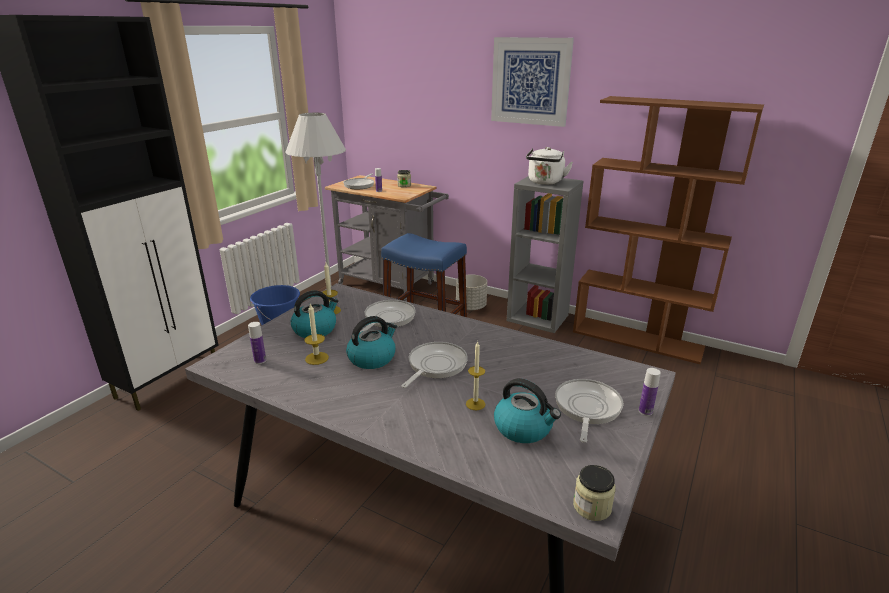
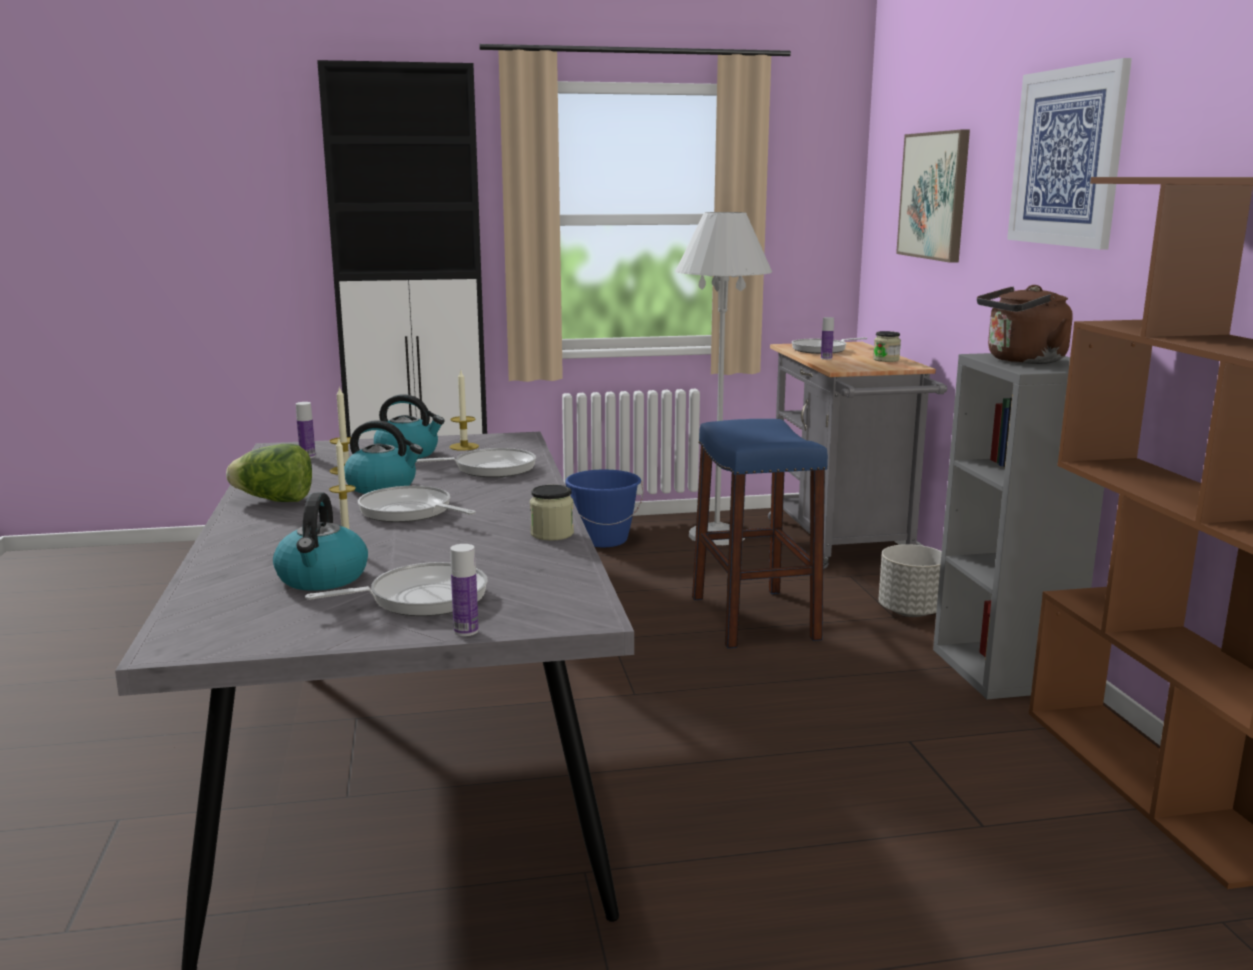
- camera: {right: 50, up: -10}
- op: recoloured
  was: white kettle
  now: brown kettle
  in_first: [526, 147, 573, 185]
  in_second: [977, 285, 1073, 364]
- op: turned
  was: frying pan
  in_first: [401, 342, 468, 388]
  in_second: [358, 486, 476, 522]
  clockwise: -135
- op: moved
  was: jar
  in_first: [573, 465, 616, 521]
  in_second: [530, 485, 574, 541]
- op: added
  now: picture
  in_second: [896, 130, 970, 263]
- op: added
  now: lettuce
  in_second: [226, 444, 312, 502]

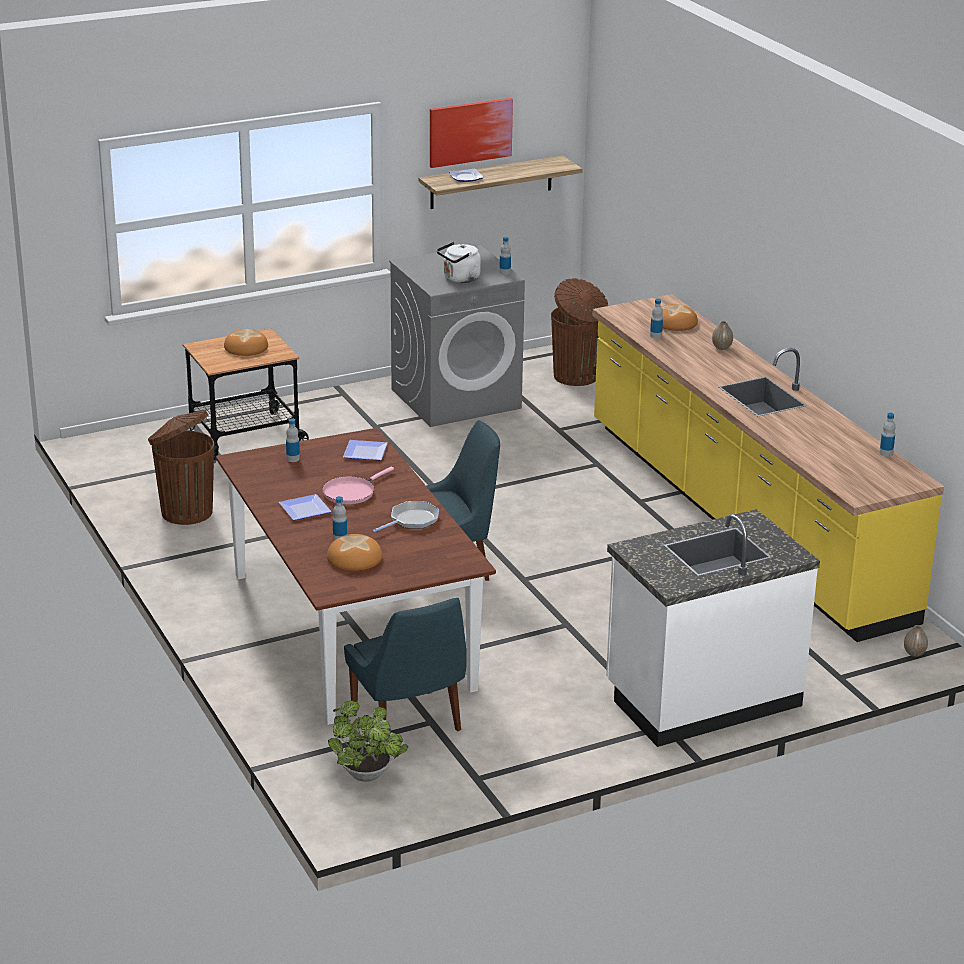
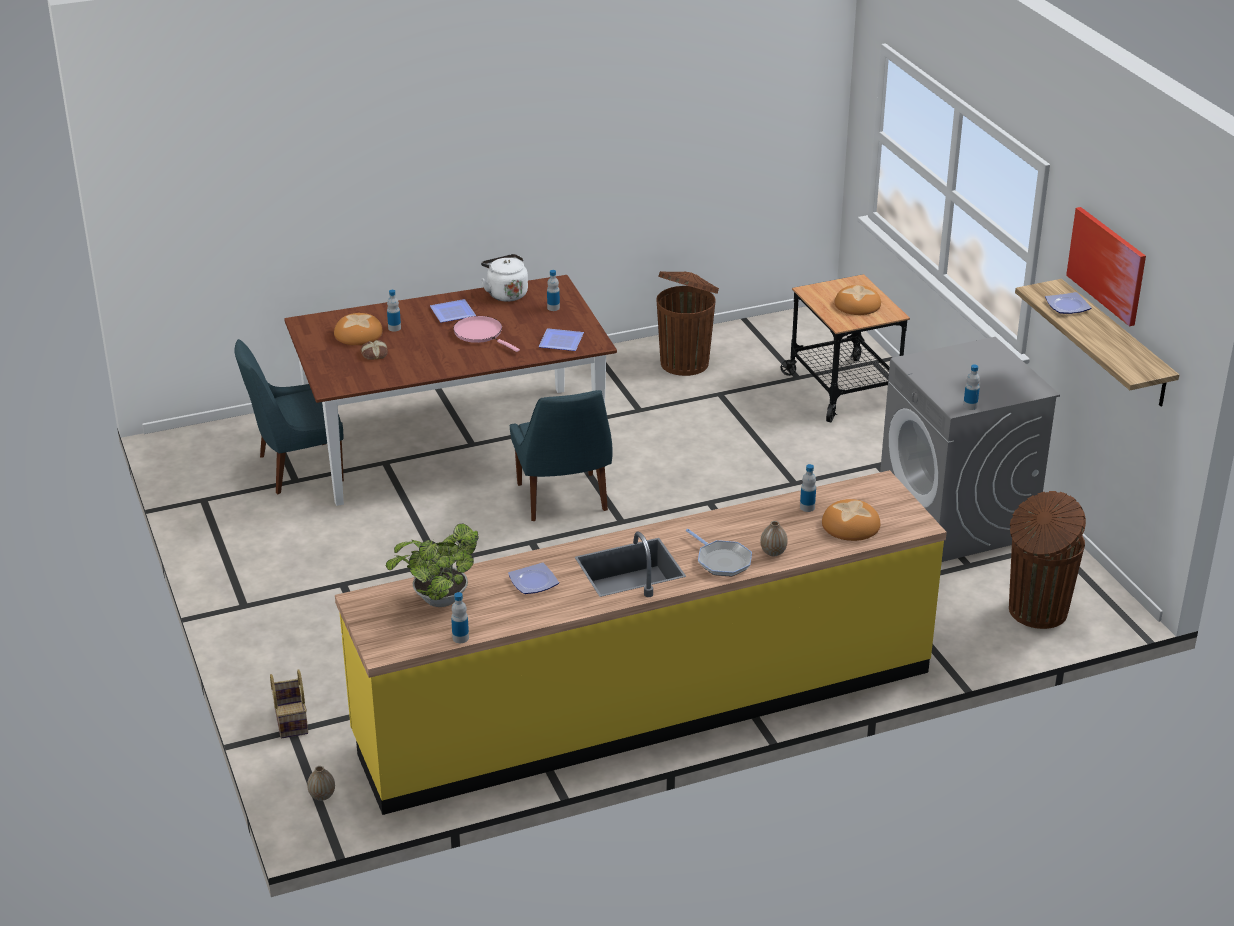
- camera: {right: 95, up: 5}
- op: moved
  was: white kettle
  in_first: [437, 242, 481, 283]
  in_second: [481, 254, 528, 302]
- op: moved
  was: frying pan
  in_first: [372, 501, 439, 532]
  in_second: [686, 529, 752, 576]
- op: removed
  was: white counter
  in_first: [606, 509, 820, 747]
- op: moved
  was: potted plant
  in_first: [328, 700, 408, 782]
  in_second: [386, 523, 479, 607]
- op: added
  now: bread
  in_second: [360, 340, 388, 360]
- op: added
  now: plate
  in_second: [508, 563, 559, 594]
- op: added
  now: basket
  in_second: [270, 669, 308, 739]

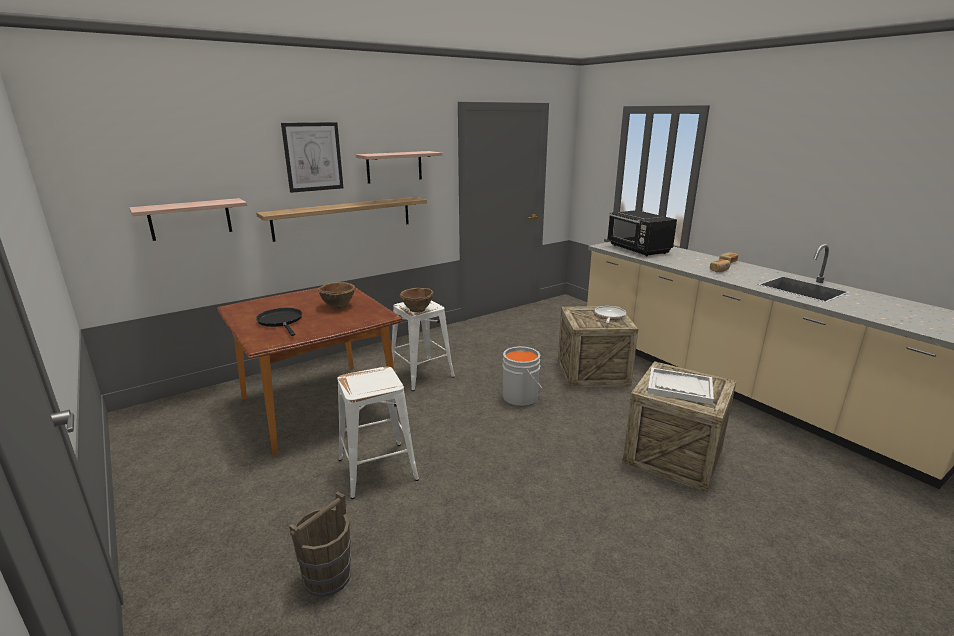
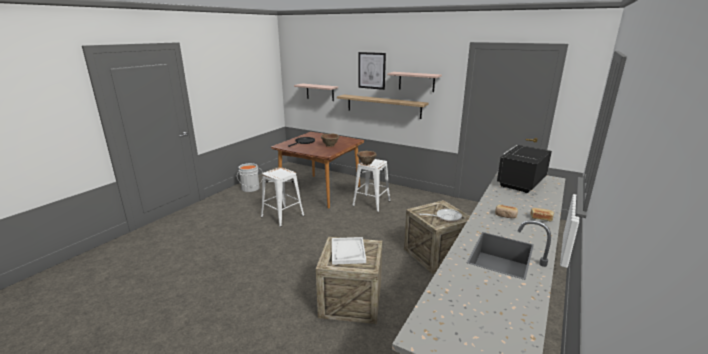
- camera: {right: 65, up: 0}
- op: moved
  was: grey bucket
  in_first: [502, 346, 542, 406]
  in_second: [237, 163, 263, 192]
- op: removed
  was: brown bucket
  in_first: [289, 492, 351, 597]

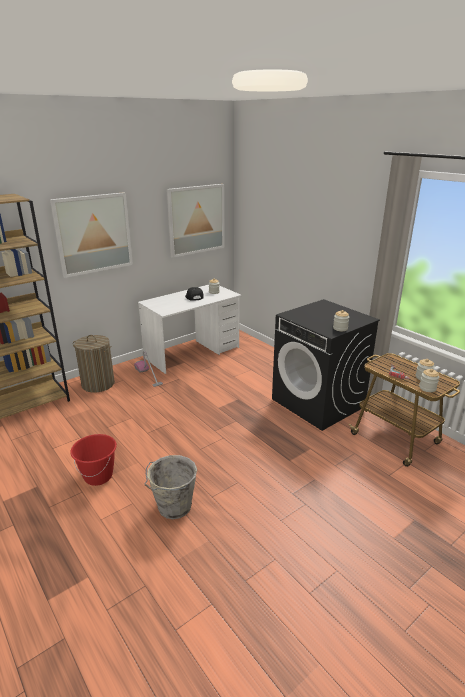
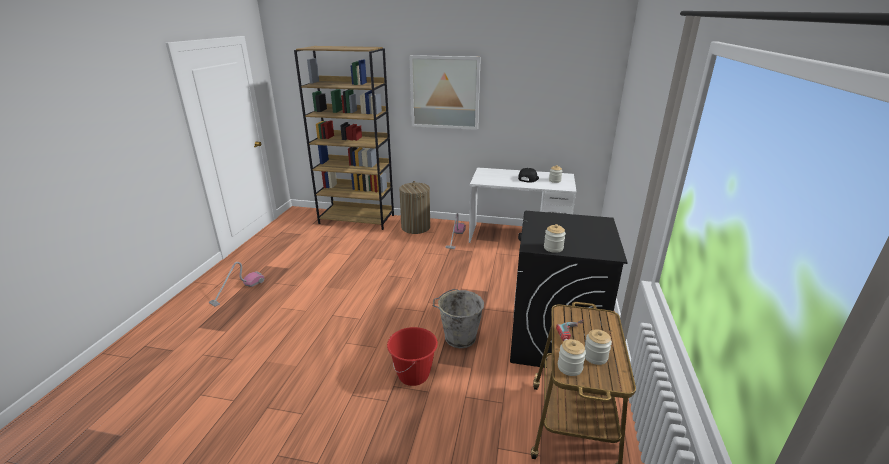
- camera: {right: 50, up: 0}
- op: removed
  was: picture
  in_first: [167, 184, 225, 258]
- op: moved
  was: red bucket
  in_first: [70, 434, 117, 486]
  in_second: [387, 327, 438, 386]
- op: moved
  was: grey bucket
  in_first: [145, 455, 197, 519]
  in_second: [433, 289, 484, 348]
- op: added
  now: vacuum cleaner
  in_second: [209, 262, 265, 307]

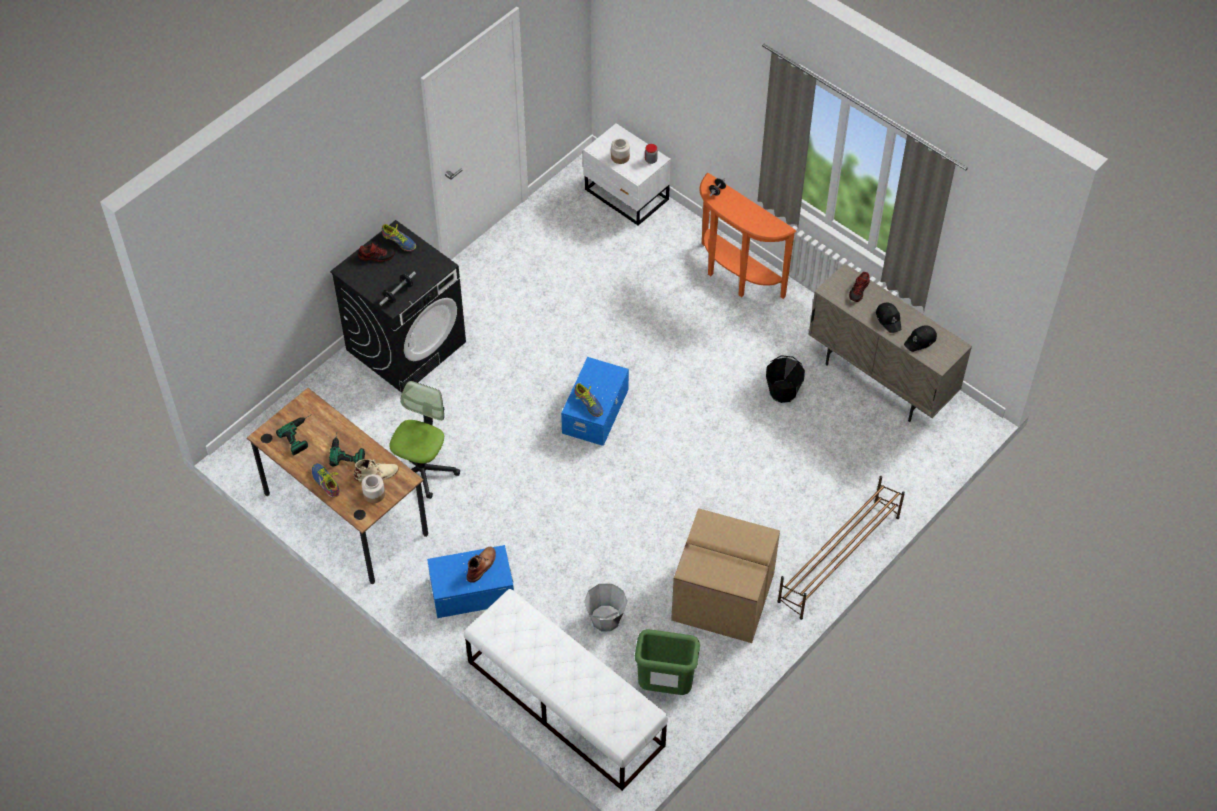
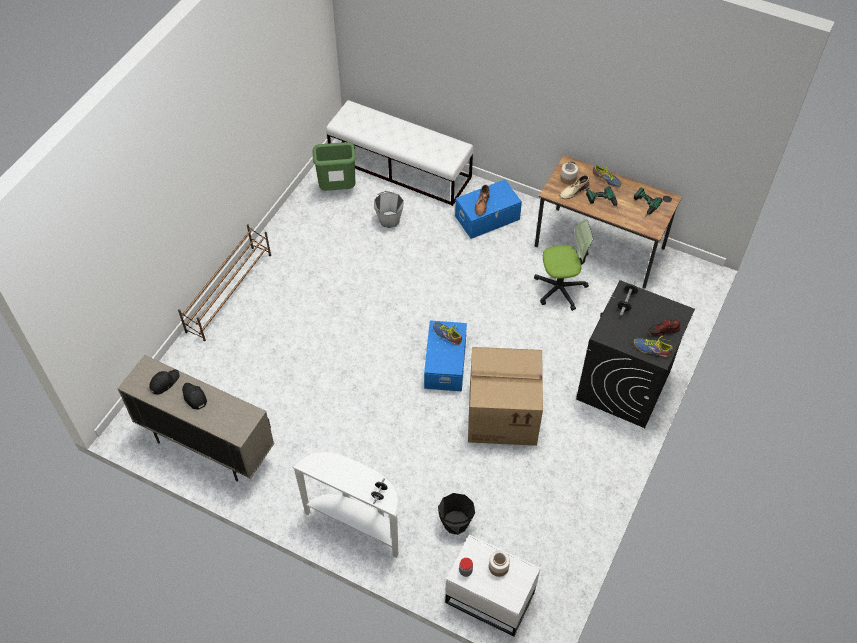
- camera: {right: 165, up: 0}
- op: recoloured
  was: orange console table
  now: white console table
  in_first: [700, 173, 796, 299]
  in_second: [292, 452, 399, 558]
- op: removed
  was: shoe
  in_first: [849, 272, 870, 302]
- op: moved
  was: black bucket
  in_first: [766, 355, 805, 403]
  in_second: [438, 493, 475, 535]
- op: turned
  was: office chair
  in_first: [389, 381, 460, 499]
  in_second: [534, 220, 593, 311]
  clockwise: -105
- op: moved
  was: cardboard box
  in_first: [671, 508, 780, 643]
  in_second: [468, 347, 543, 446]

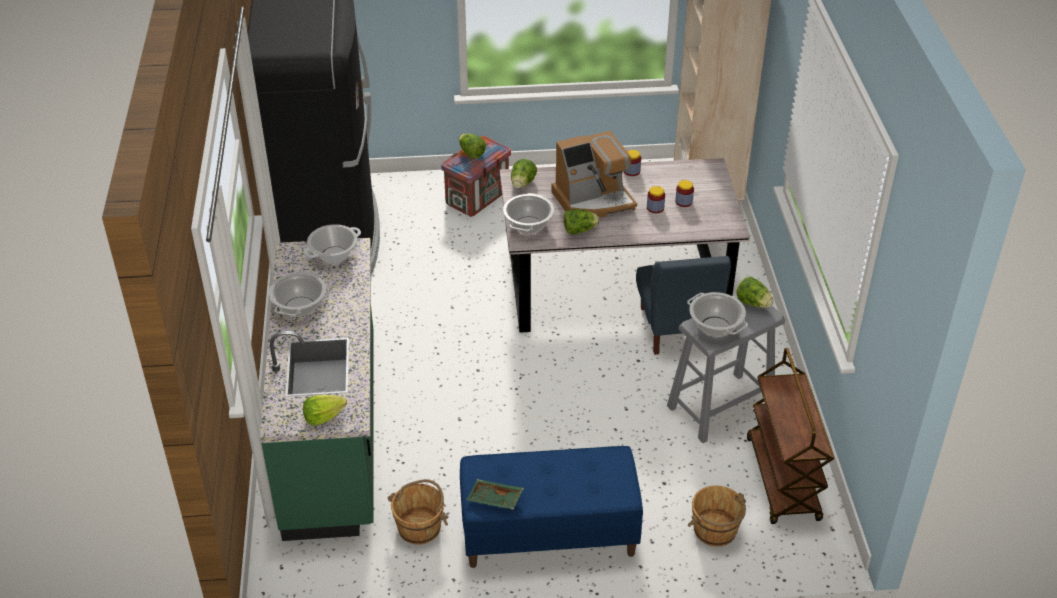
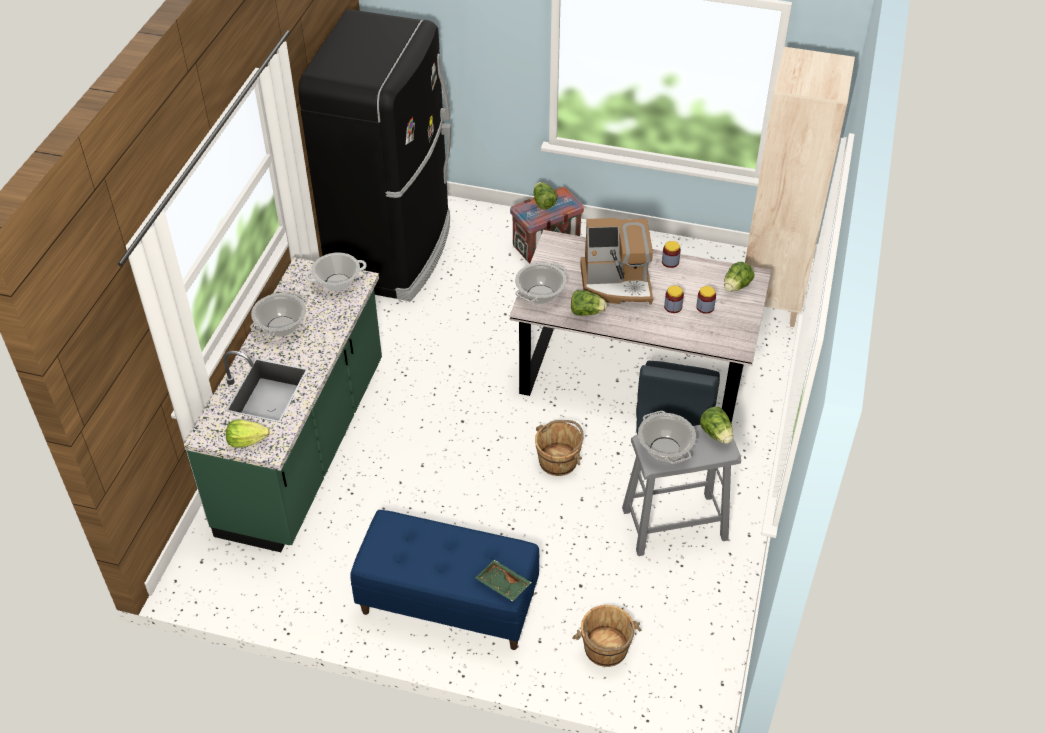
- camera: {right: 20, up: 5}
- op: moved
  was: lettuce
  in_first: [511, 159, 537, 189]
  in_second: [724, 262, 754, 292]
- op: removed
  was: brown cart
  in_first: [747, 348, 834, 524]
- op: moved
  was: brown bucket
  in_first: [388, 479, 448, 545]
  in_second: [535, 420, 584, 476]
- op: moved
  was: green tray
  in_first: [466, 479, 524, 510]
  in_second: [475, 560, 532, 602]

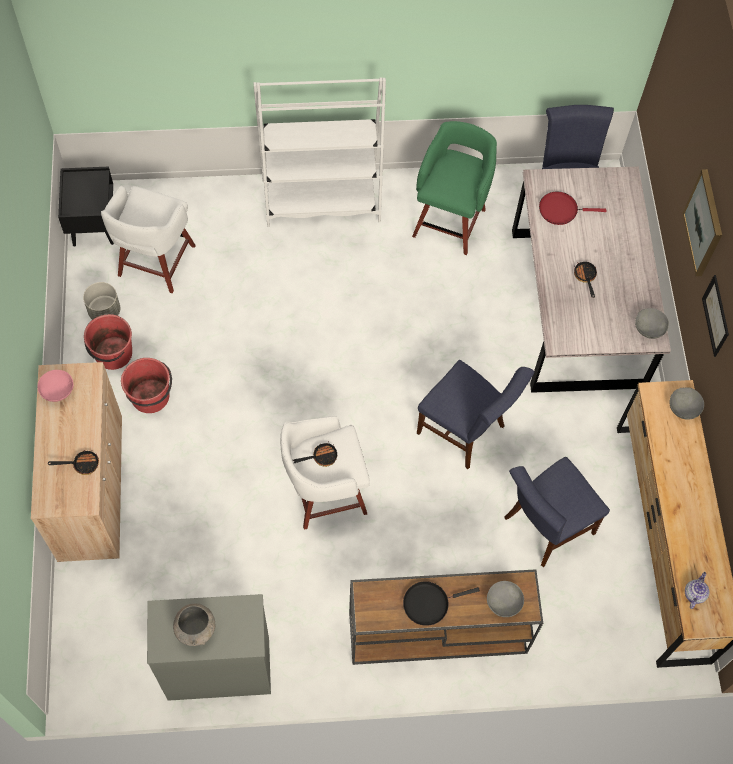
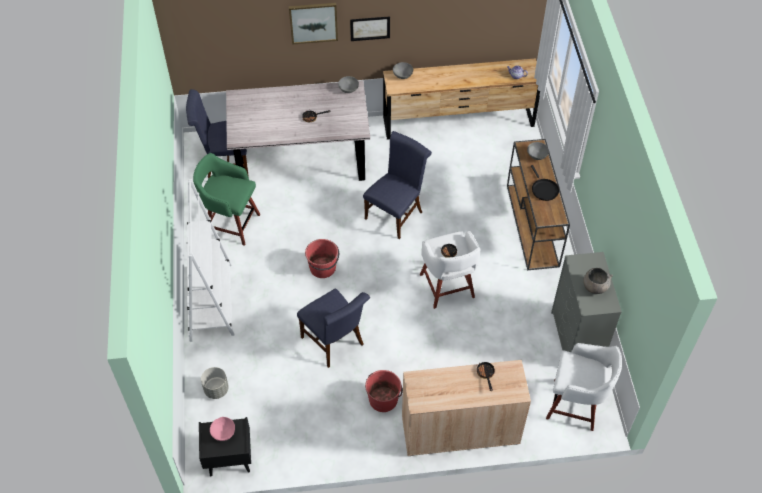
- camera: {right: -90, up: -10}
- op: moved
  was: white stool
  in_first: [101, 186, 196, 293]
  in_second: [546, 343, 622, 431]
- op: removed
  was: red frying pan
  in_first: [539, 192, 606, 225]
- op: moved
  was: grey planter
  in_first: [83, 282, 120, 320]
  in_second: [201, 367, 229, 399]
- op: moved
  was: red bucket
  in_first: [84, 314, 132, 370]
  in_second: [305, 239, 339, 278]
- op: moved
  was: pink bowl
  in_first: [38, 370, 74, 402]
  in_second: [210, 417, 235, 441]
- op: moved
  was: blue chair
  in_first: [504, 457, 610, 567]
  in_second: [297, 289, 370, 368]

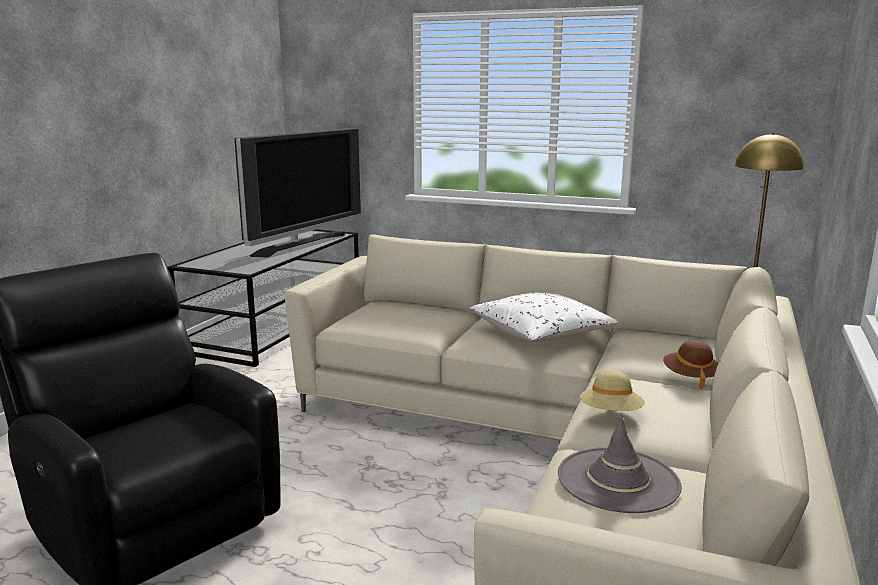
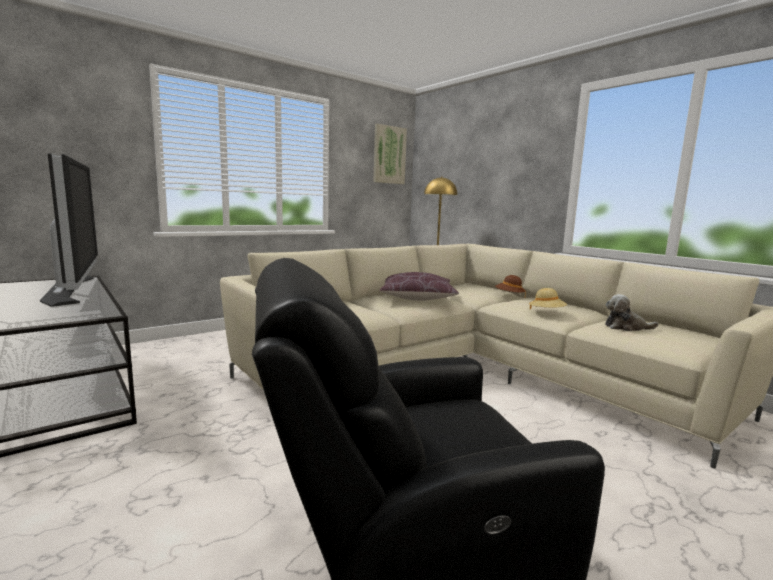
- camera: {right: -60, up: -5}
- op: recoloured
  was: white pillow
  now: brown pillow
  in_first: [470, 293, 618, 342]
  in_second: [379, 272, 459, 301]
- op: replaced
  was: grey hat
  now: plush toy
  in_first: [558, 415, 682, 513]
  in_second: [605, 294, 658, 331]
- op: added
  now: picture
  in_second: [373, 124, 407, 184]

